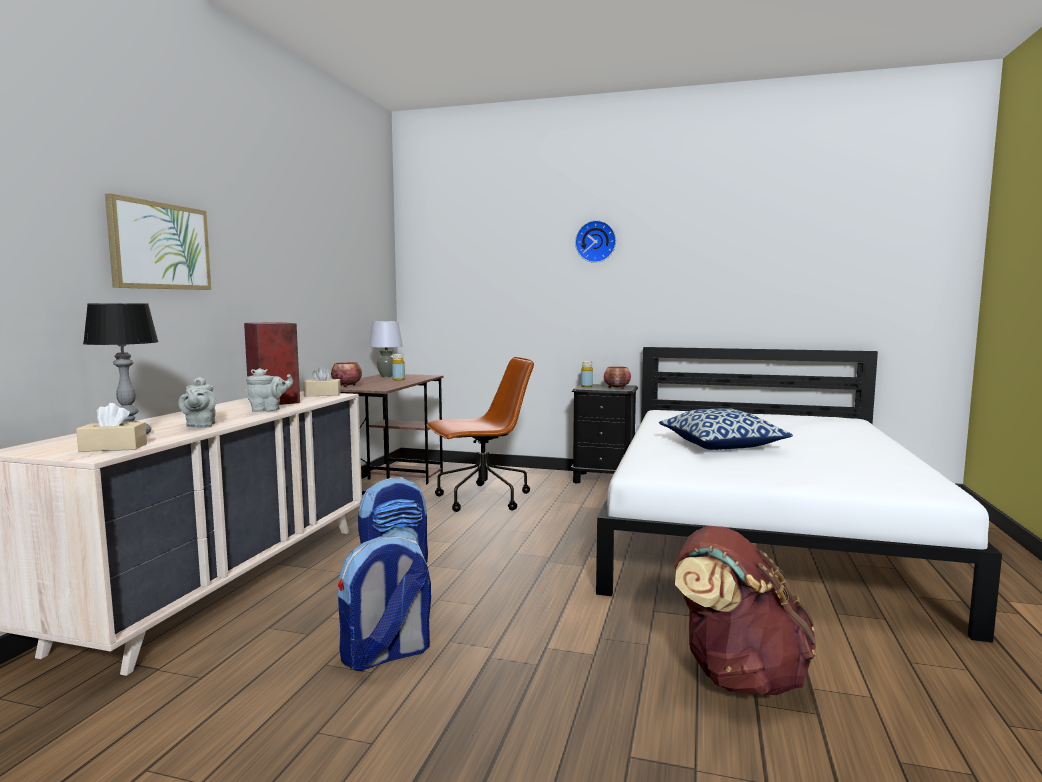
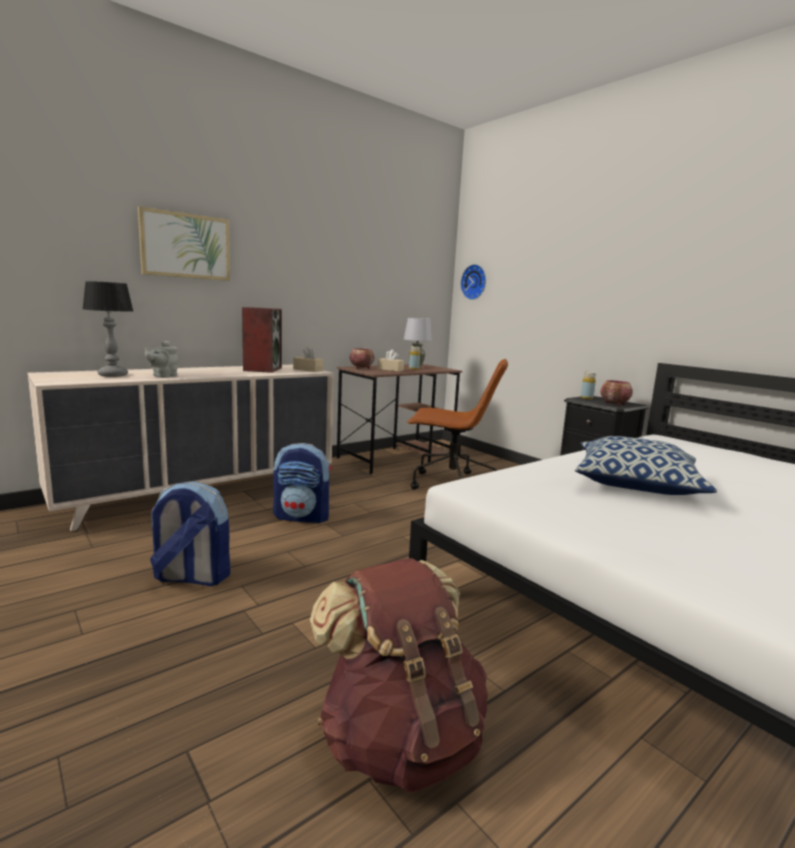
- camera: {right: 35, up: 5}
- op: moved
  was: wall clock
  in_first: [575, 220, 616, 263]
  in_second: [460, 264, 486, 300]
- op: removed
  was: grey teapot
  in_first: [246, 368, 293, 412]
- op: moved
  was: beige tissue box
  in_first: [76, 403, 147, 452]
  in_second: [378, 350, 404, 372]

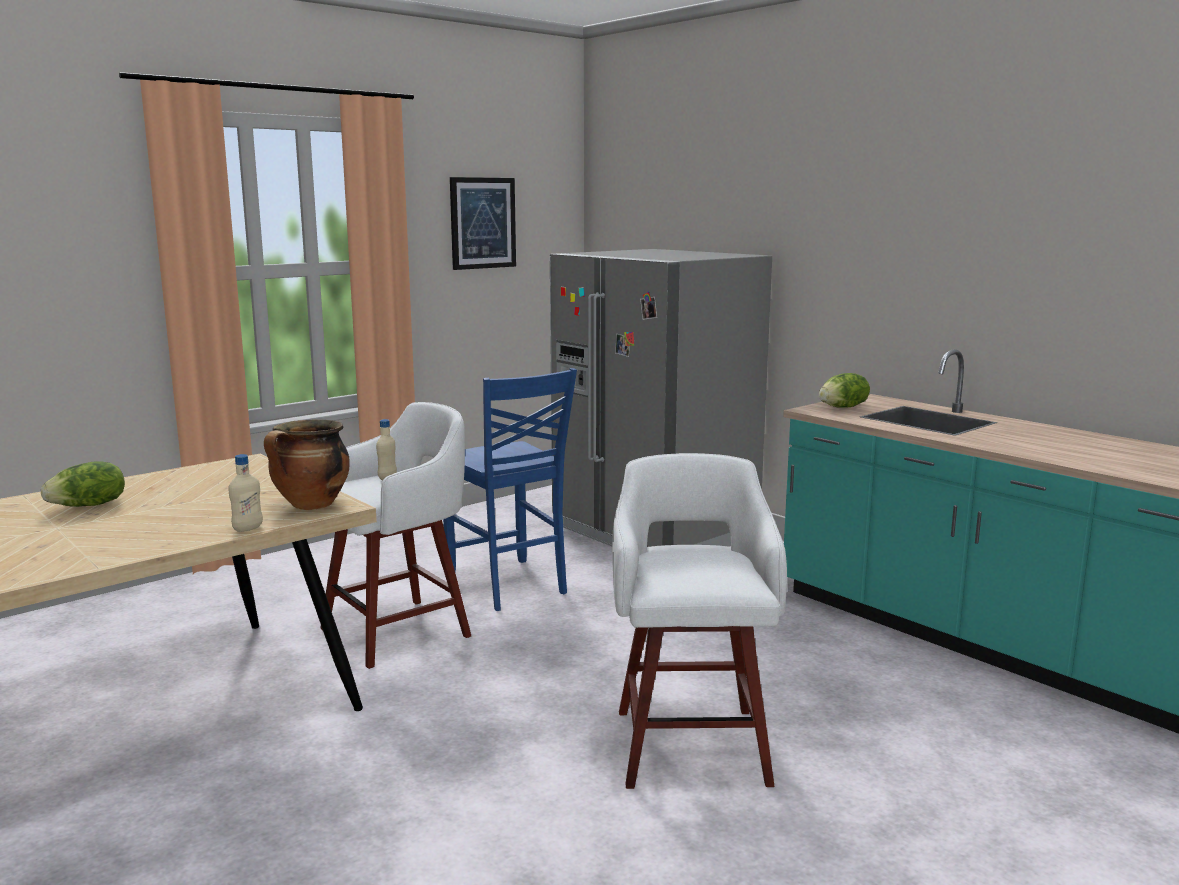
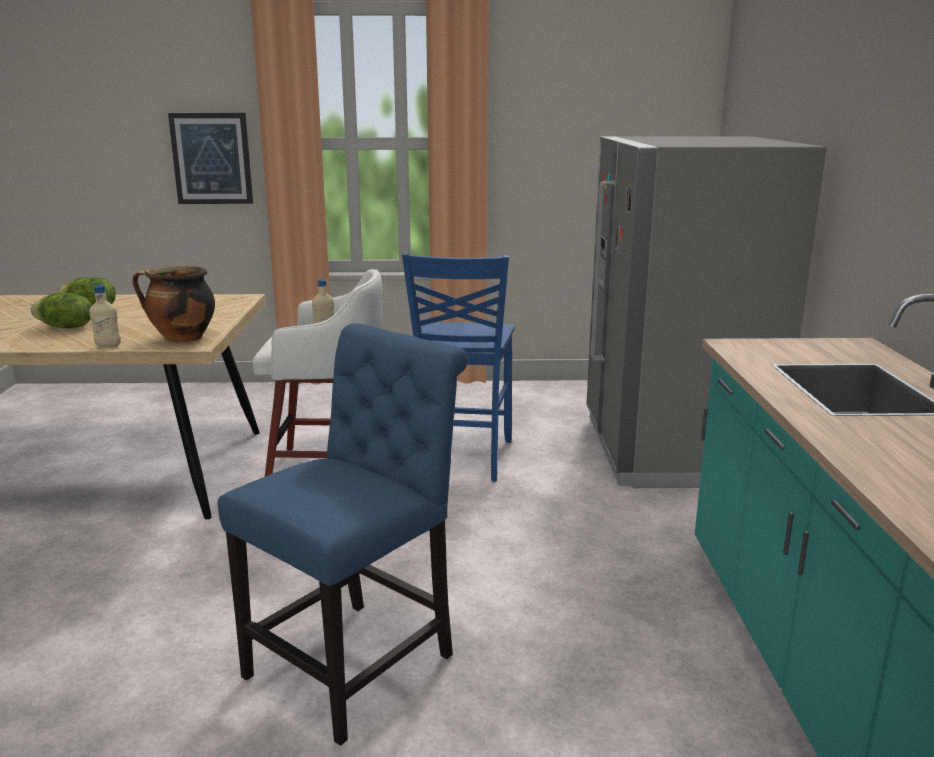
- camera: {right: 40, up: 5}
- op: moved
  was: picture
  in_first: [450, 177, 516, 270]
  in_second: [168, 113, 253, 204]
- op: moved
  was: lettuce
  in_first: [819, 373, 870, 408]
  in_second: [31, 293, 92, 328]
- op: replaced
  was: white stool
  now: blue chair
  in_first: [612, 453, 787, 789]
  in_second: [218, 323, 468, 746]

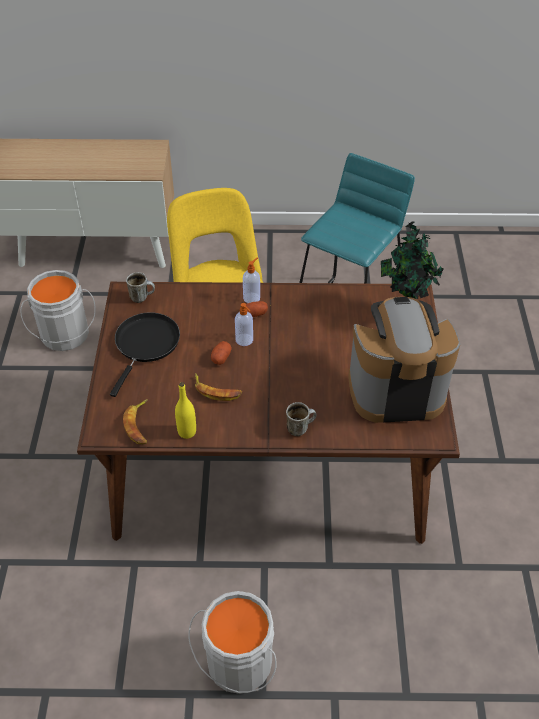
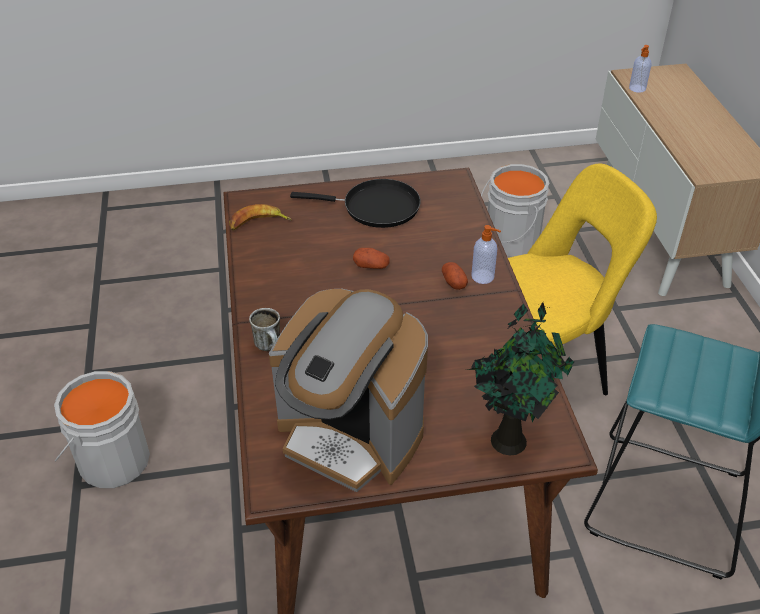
- camera: {right: 80, up: -5}
- op: removed
  was: mug
  in_first: [126, 272, 155, 303]
- op: turned
  was: coffee machine
  in_first: [348, 297, 460, 423]
  in_second: [269, 289, 428, 492]
  clockwise: 135
- op: moved
  was: soap dispenser
  in_first: [235, 303, 253, 346]
  in_second: [629, 45, 651, 93]
- op: removed
  was: banana
  in_first: [195, 373, 242, 401]
- op: removed
  was: yellow bottle
  in_first: [175, 382, 196, 439]

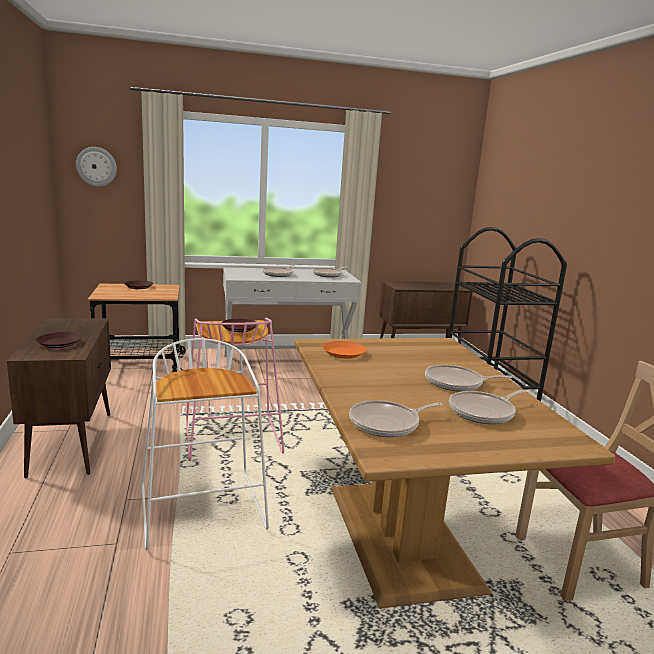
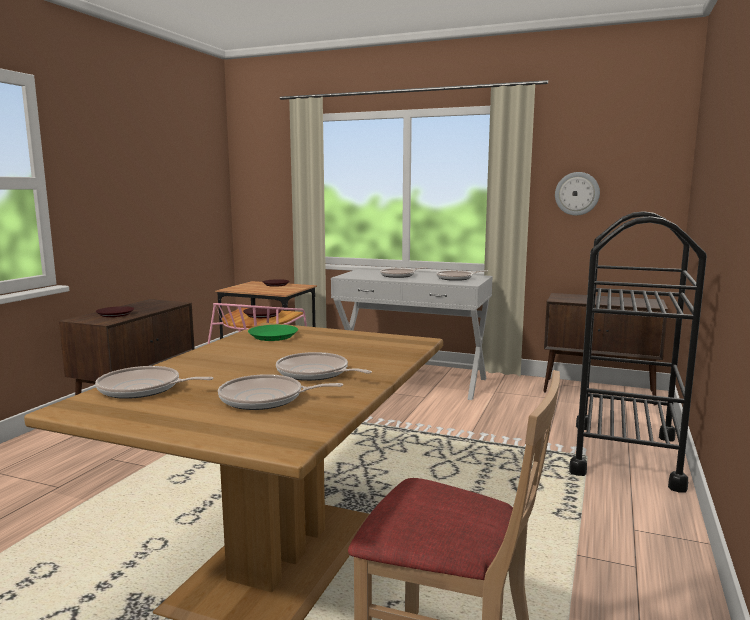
- camera: {right: 35, up: -5}
- op: moved
  was: wall clock
  in_first: [76, 147, 117, 187]
  in_second: [555, 172, 600, 216]
- op: removed
  was: white stool
  in_first: [142, 338, 269, 550]
- op: recoloured
  was: orange plate
  now: green plate
  in_first: [322, 341, 366, 359]
  in_second: [248, 325, 298, 341]

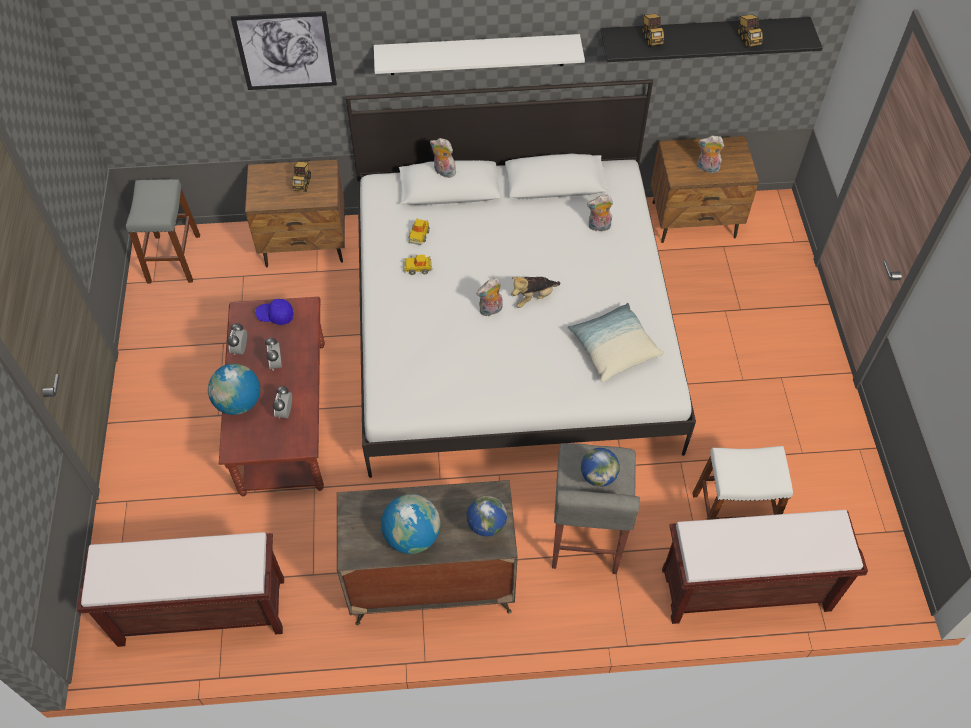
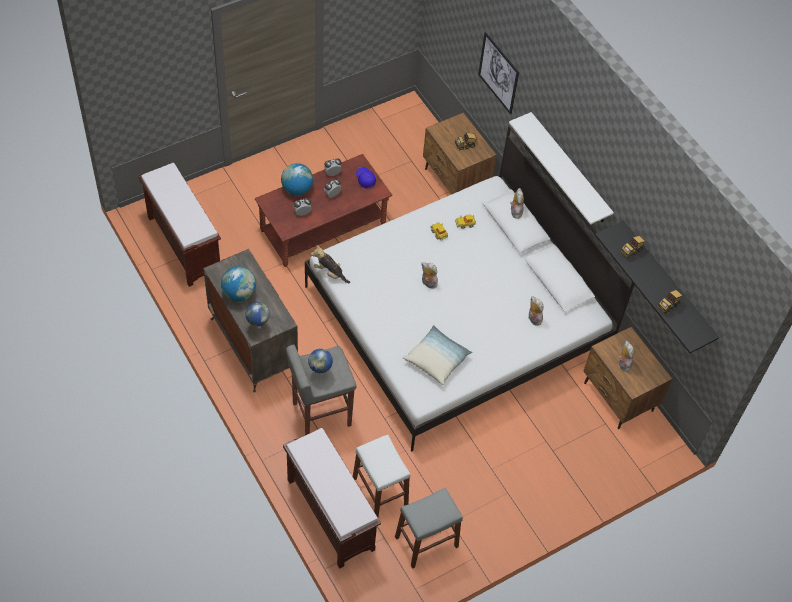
- camera: {right: 60, up: 0}
- op: moved
  was: grey stool
  in_first: [126, 179, 200, 284]
  in_second: [395, 488, 463, 569]
- op: moved
  was: plush toy
  in_first: [511, 277, 560, 308]
  in_second: [311, 245, 350, 283]

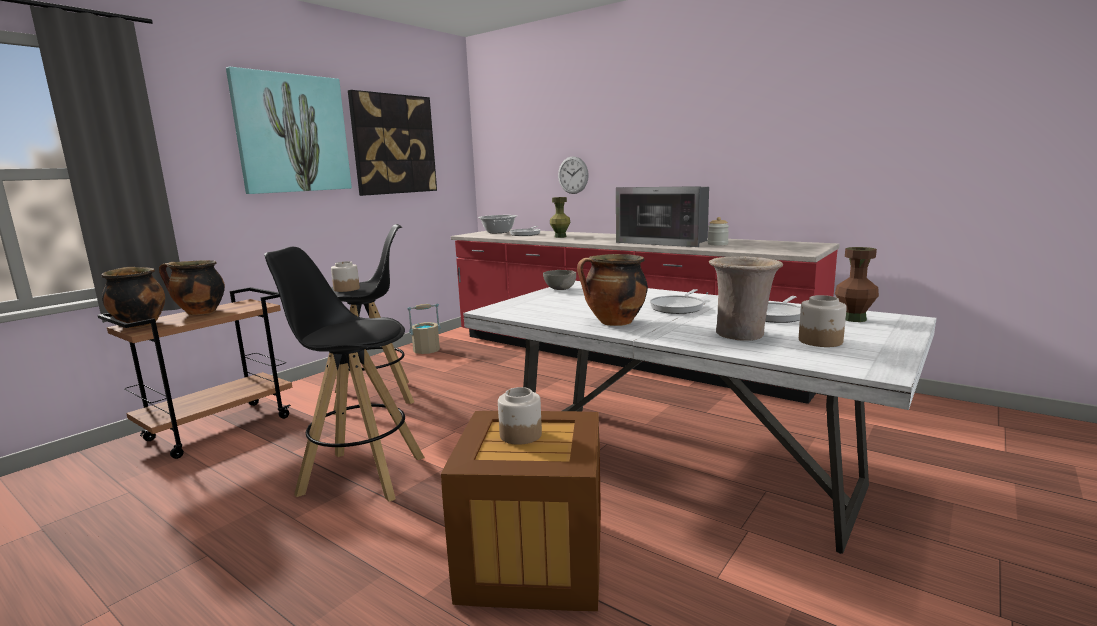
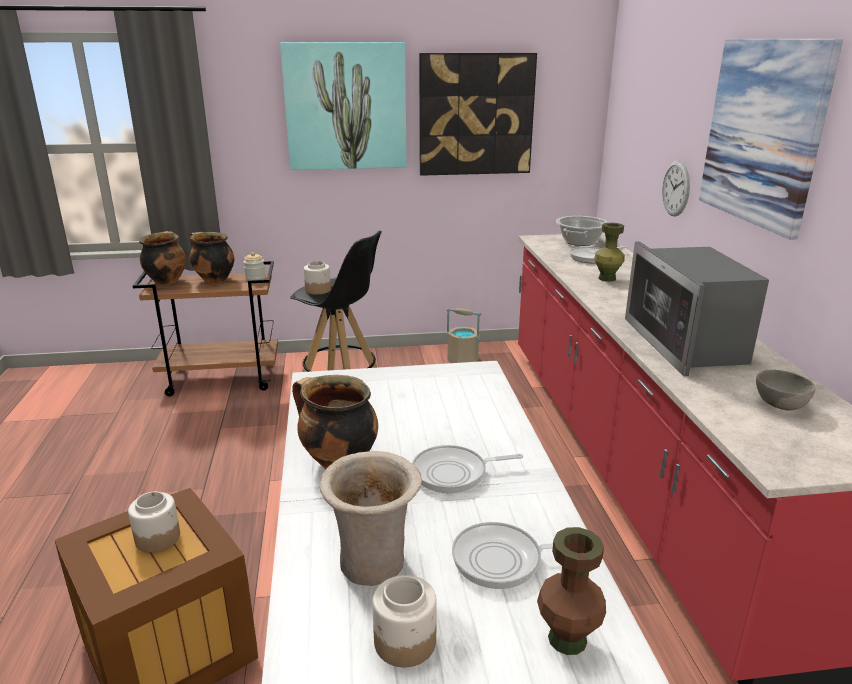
- camera: {right: 45, up: 10}
- op: moved
  was: jar
  in_first: [708, 217, 729, 245]
  in_second: [243, 252, 266, 281]
- op: removed
  was: black stool
  in_first: [264, 247, 425, 502]
- op: moved
  was: grey bowl
  in_first: [543, 270, 576, 290]
  in_second: [756, 370, 816, 410]
- op: added
  now: picture
  in_second: [699, 39, 843, 240]

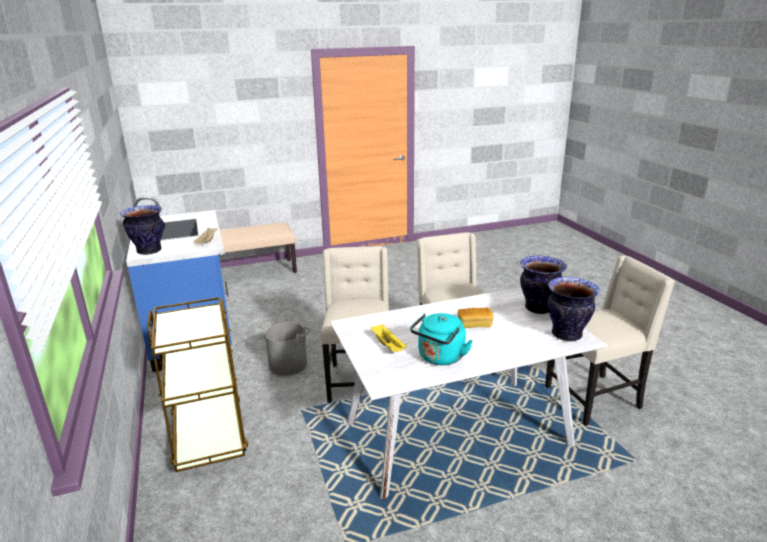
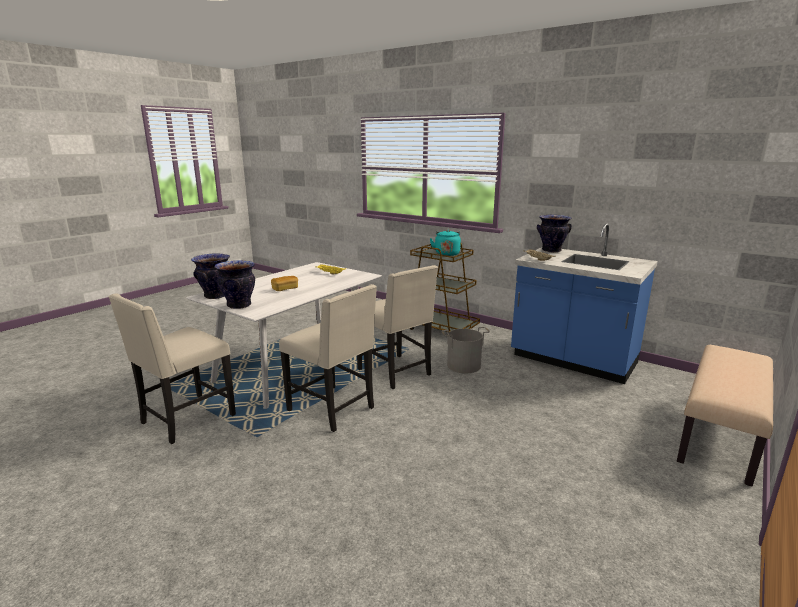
- camera: {right: 145, up: -5}
- op: moved
  was: turquoise kettle
  in_first: [410, 313, 473, 365]
  in_second: [430, 230, 461, 256]

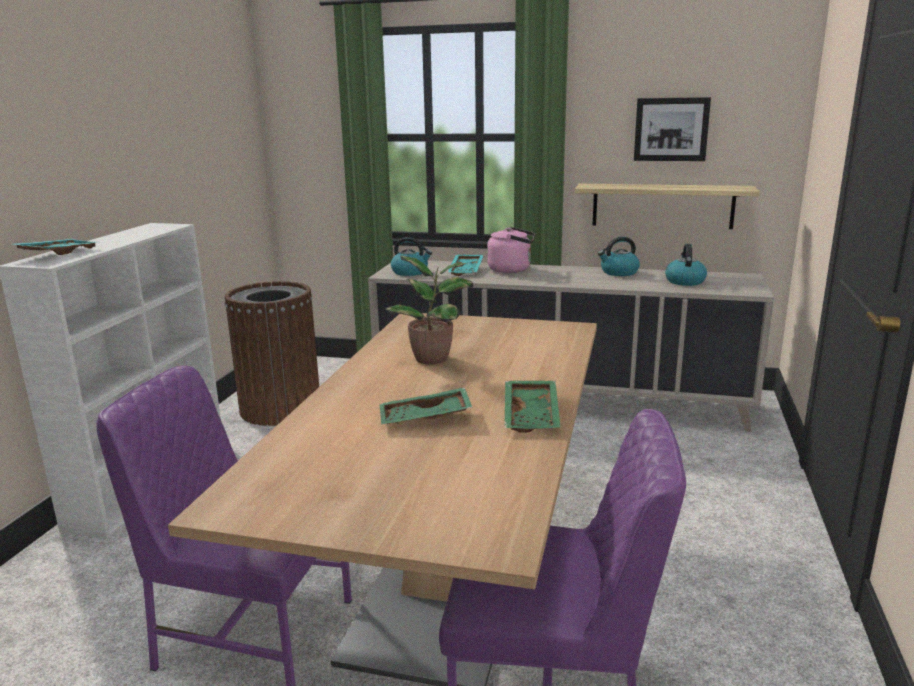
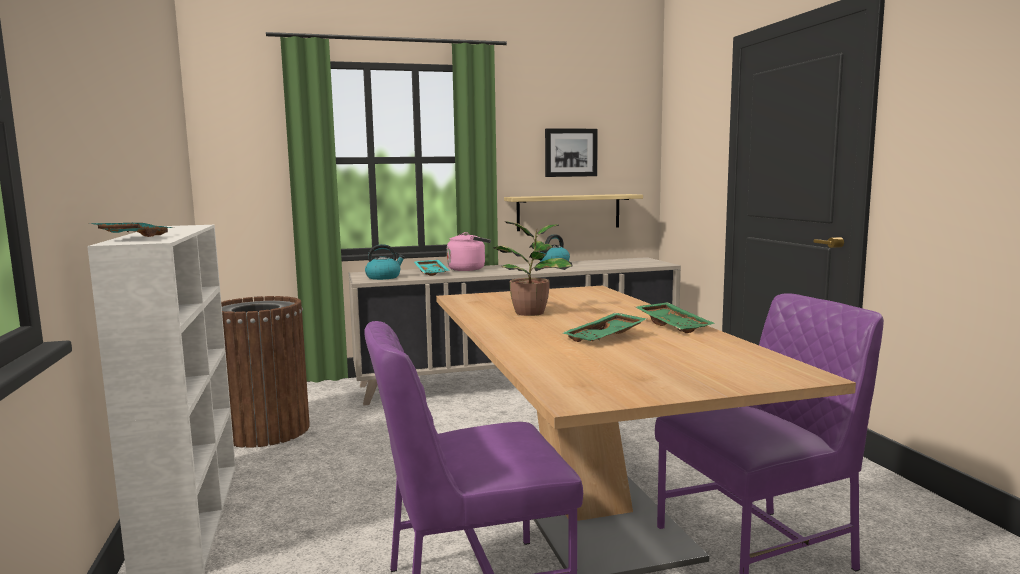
- camera: {right: -30, up: -10}
- op: removed
  was: kettle
  in_first: [665, 244, 707, 286]

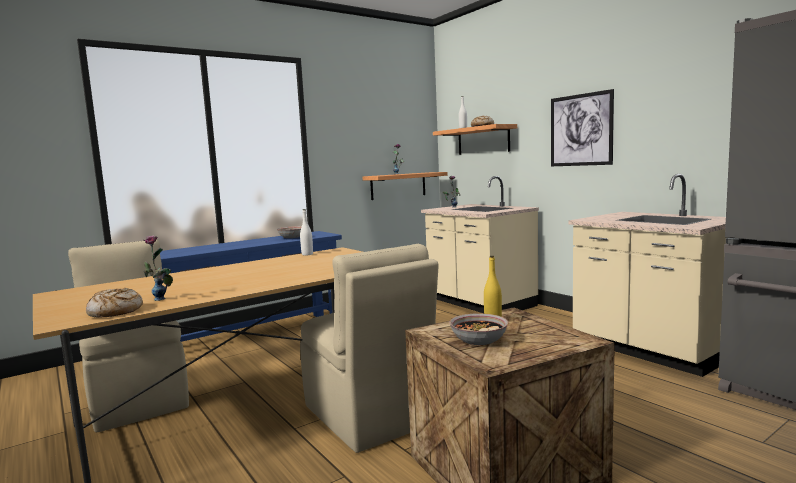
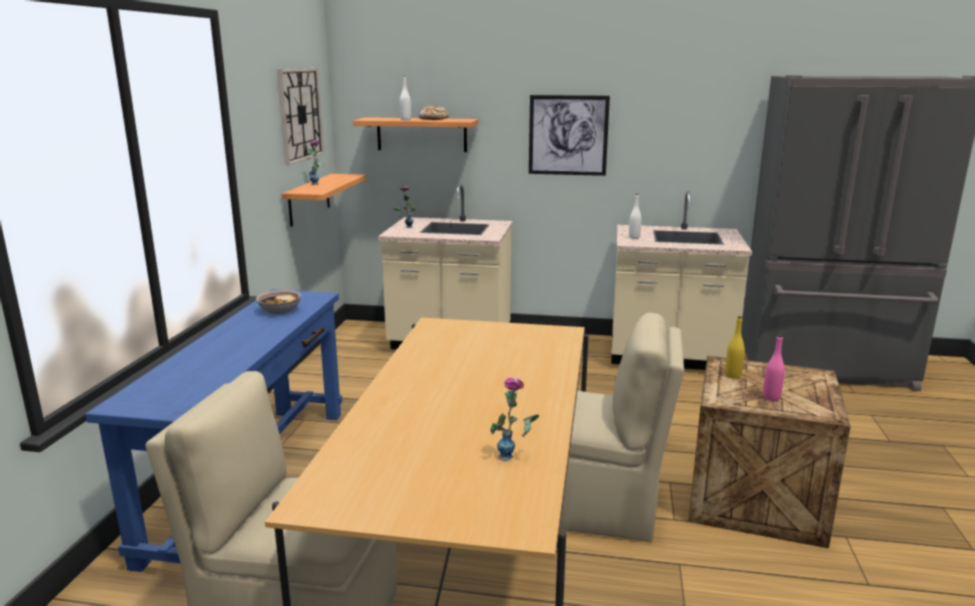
- camera: {right: -45, up: 10}
- op: moved
  was: white bottle
  in_first: [300, 209, 313, 256]
  in_second: [629, 194, 641, 239]
- op: removed
  was: bread
  in_first: [86, 288, 143, 318]
- op: replaced
  was: bowl
  now: pink bottle
  in_first: [449, 313, 509, 345]
  in_second: [763, 335, 785, 401]
- op: added
  now: wall clock
  in_second: [277, 68, 324, 166]

